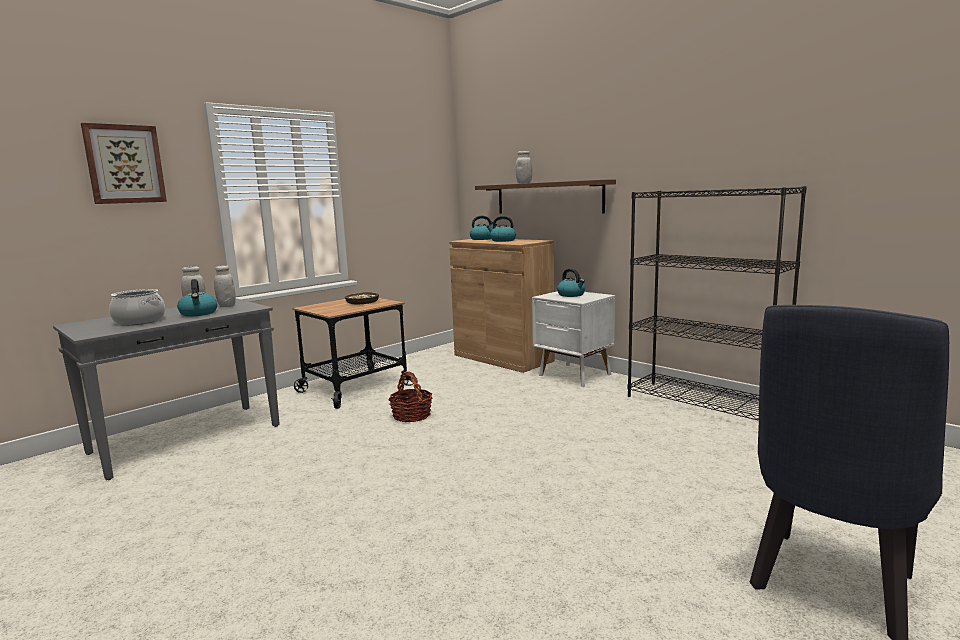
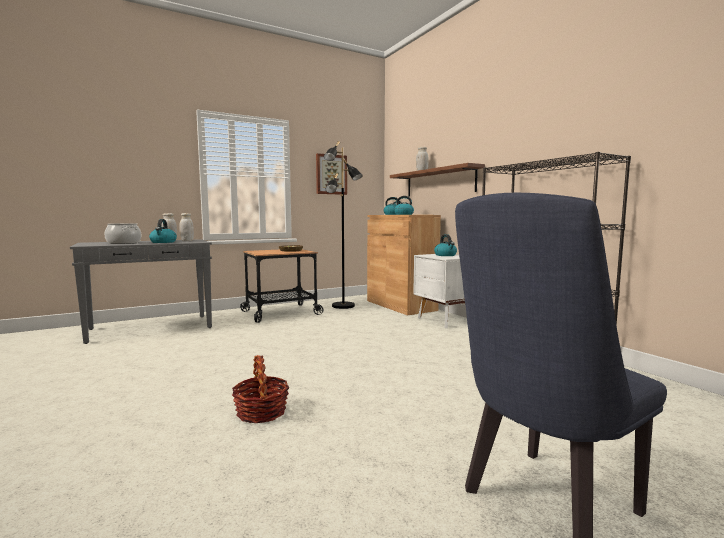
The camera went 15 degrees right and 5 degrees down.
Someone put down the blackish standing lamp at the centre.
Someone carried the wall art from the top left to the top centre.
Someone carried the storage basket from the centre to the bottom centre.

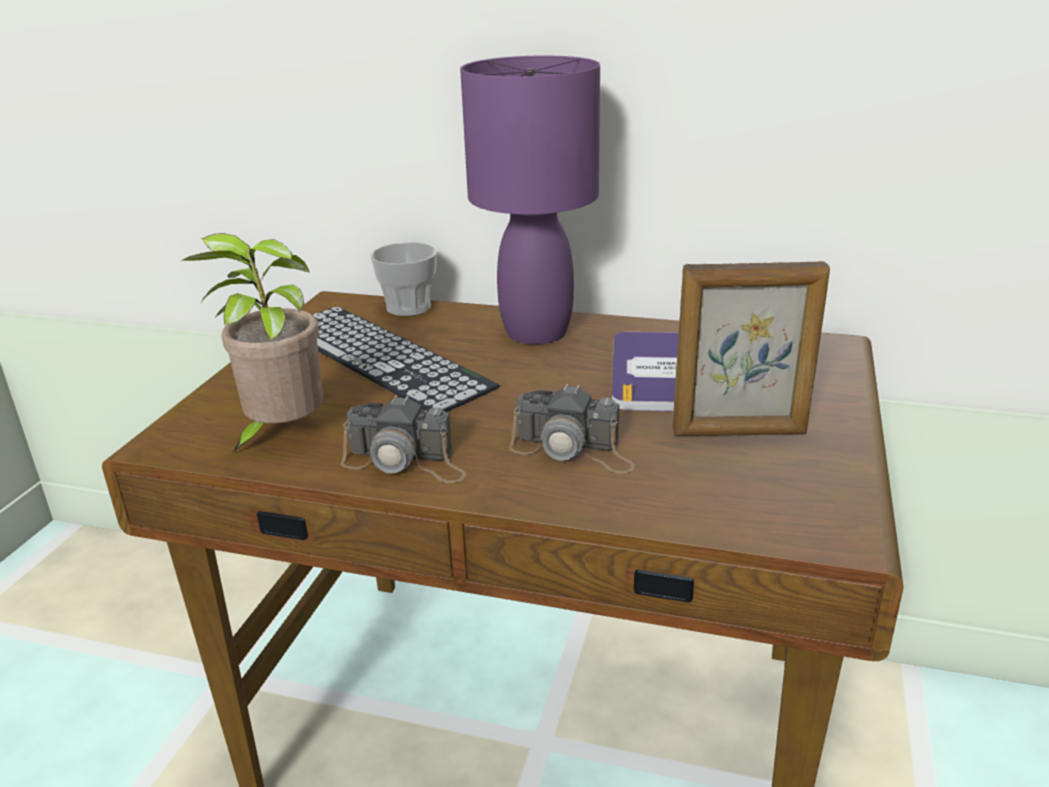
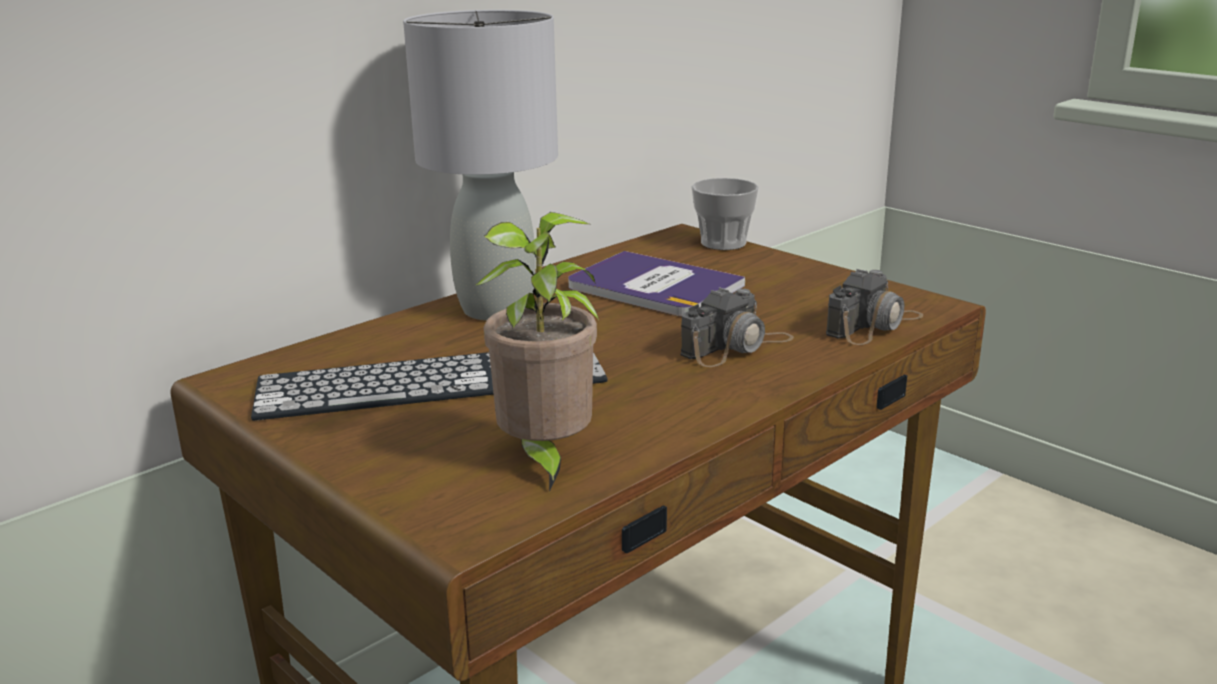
The camera went 60 degrees left and 5 degrees down.
Someone took away the picture frame at the middle right.
Someone carried the photo camera (no. 1 from left in the first image) from the centre to the middle right.
Someone carried the small cup from the centre to the top centre.
Someone repainted the purplish table lamp at the top centre, which became the grey table lamp at the top centre.

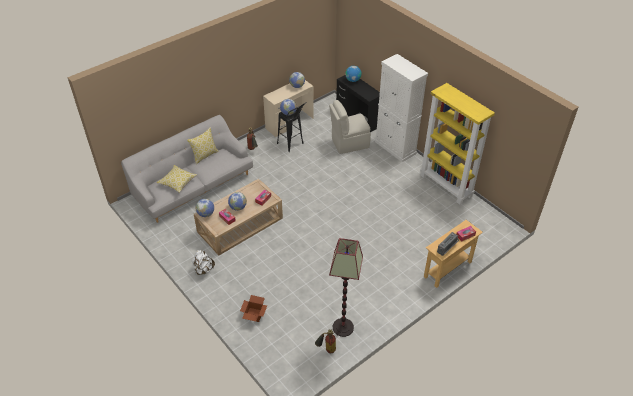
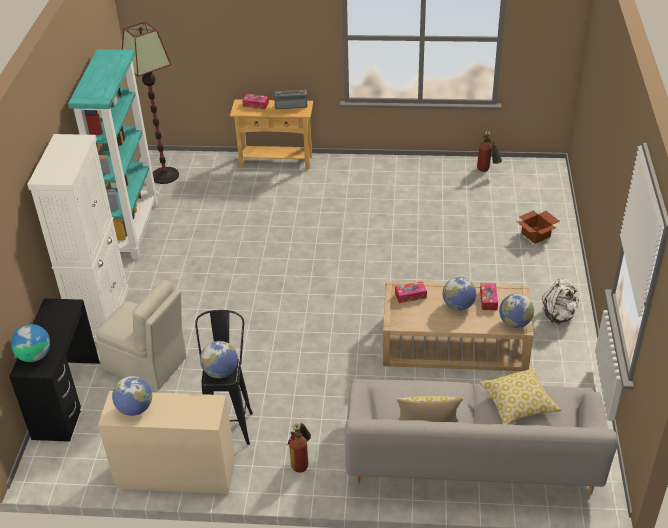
The camera went 135 degrees left and 5 degrees down.
Someone carried the standing lamp from the bottom centre to the top left.
Someone repainted the yellowish bookcase at the middle right, which became the turquoise-coloured bookcase at the top left.

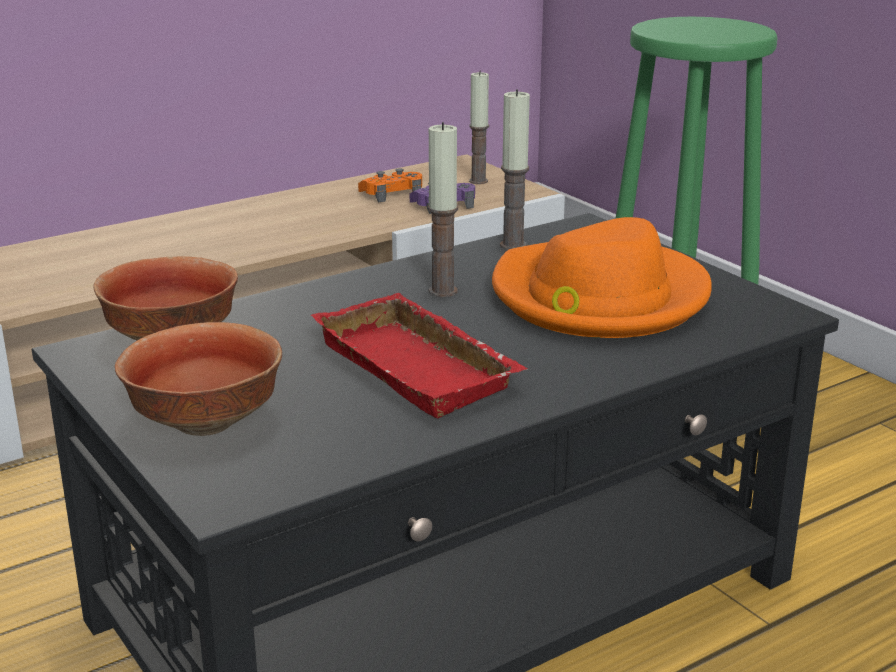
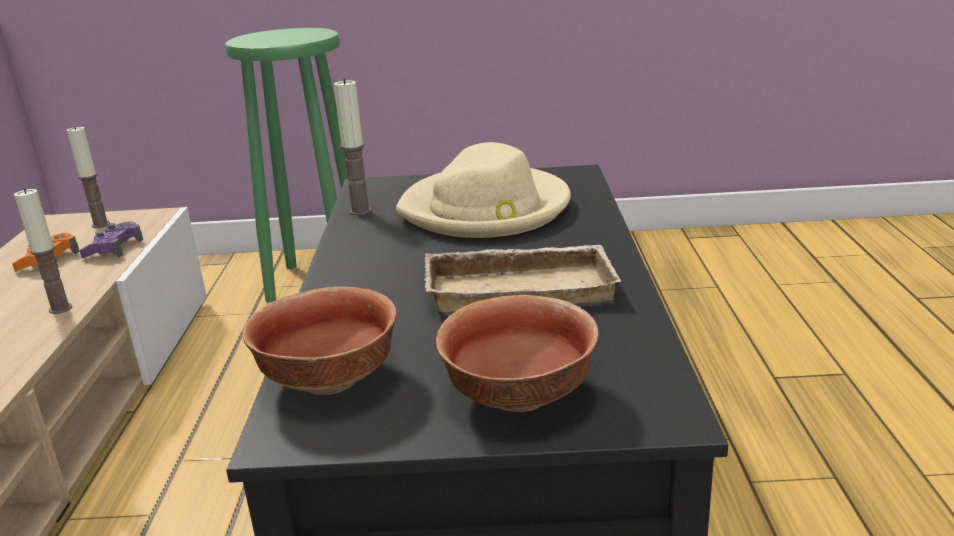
The camera went 55 degrees left and 0 degrees up.
Someone carried the wax candle (no. 1 from left) from the top centre to the middle left.
Someone repainted the red-coloured tray at the centre, which became the beige-coloured tray at the centre.
Someone repainted the orange hat at the middle right, which became the beige-coloured hat at the centre.

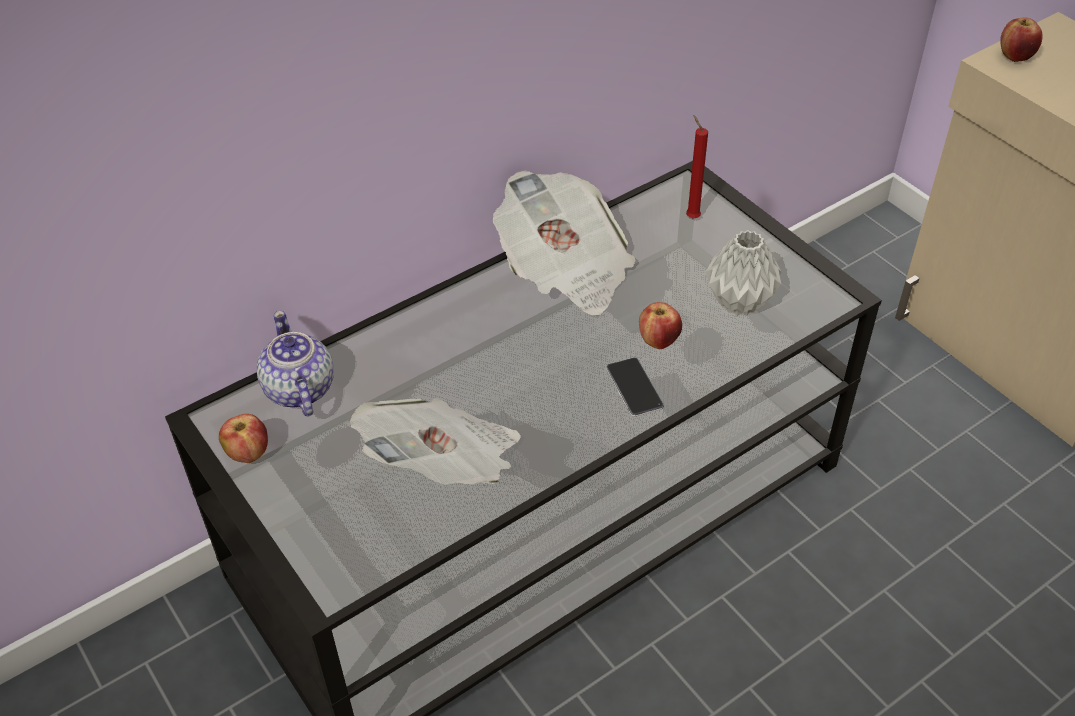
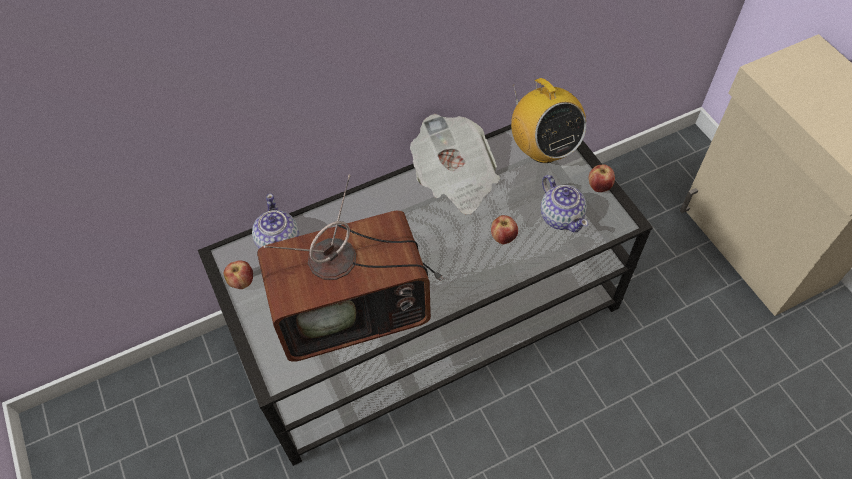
The camera went 10 degrees right and 10 degrees up.
Someone took away the telephone at the centre.
Someone carried the whole apple (no. 3 from left) from the top right to the middle right.
Someone swapped the daily paper (no. 1 from left) at the centre for the TV at the centre.
Someone swapped the red-coloured wax candle at the top centre for the radio at the top centre.
Someone swapped the grey flower vase at the middle right for the tea pot (no. 2 from left) at the centre.

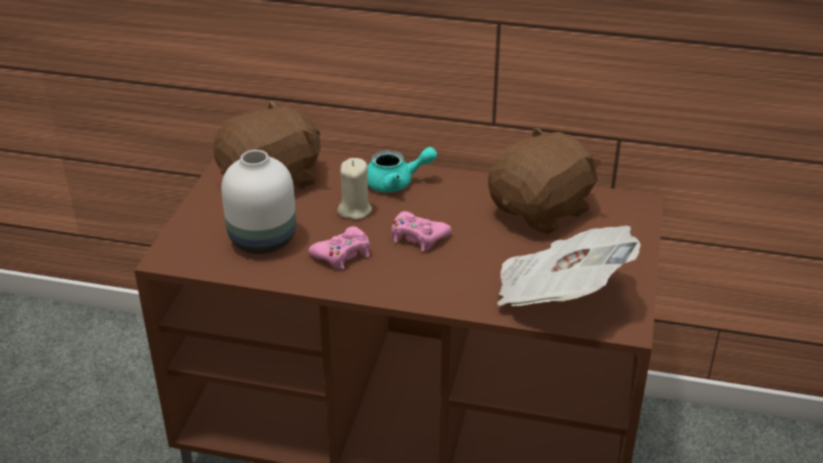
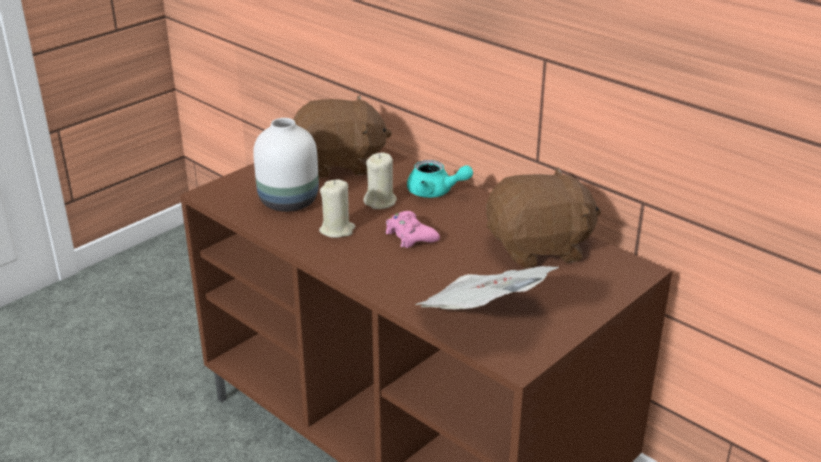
The camera went 30 degrees right and 5 degrees down.
Someone swapped the pink gamepad (no. 1 from left) at the centre for the beige-coloured wax candle (no. 1 from left) at the centre.

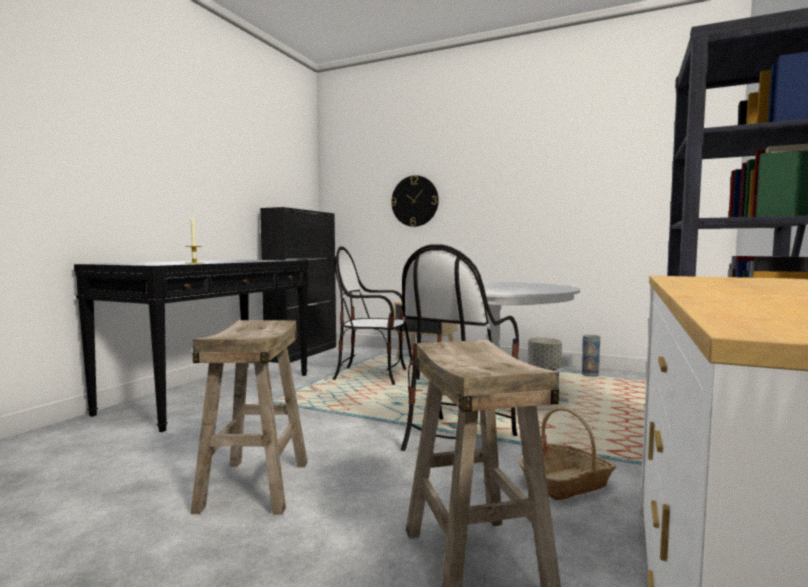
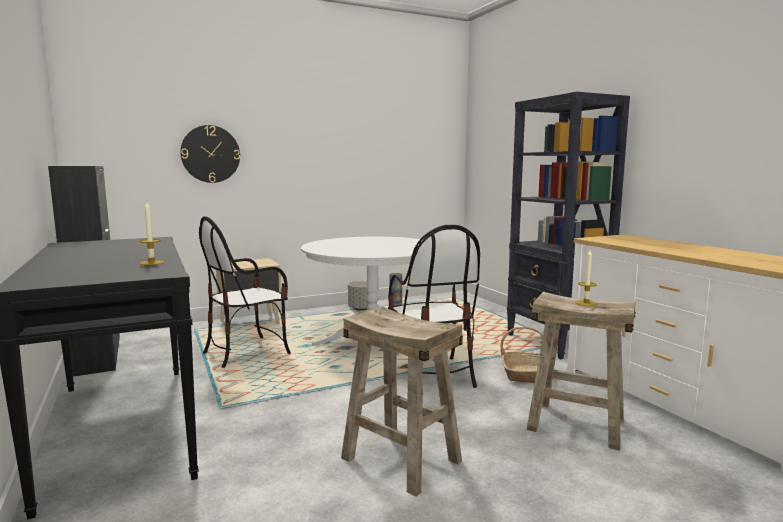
The camera went 50 degrees left and 5 degrees up.
Someone put down the wax candle (no. 2 from left) at the middle right.

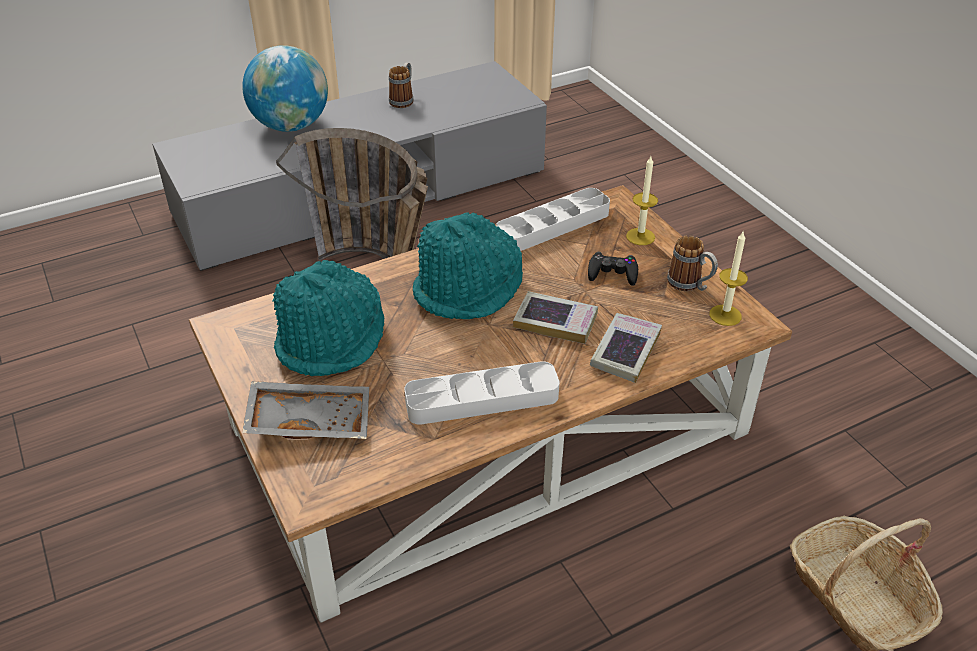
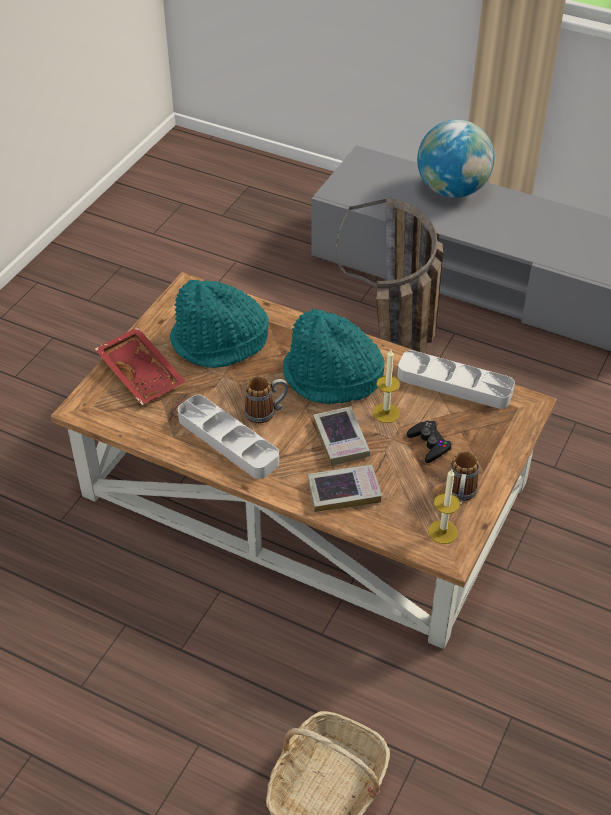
The camera went 55 degrees right and 5 degrees up.
Someone carried the mug (no. 1 from left) from the top centre to the centre.
Someone carried the wax candle (no. 1 from left) from the top centre to the centre.
Someone repainted the grey tray (no. 1 from left) at the middle left, which became the red-coloured tray at the middle left.

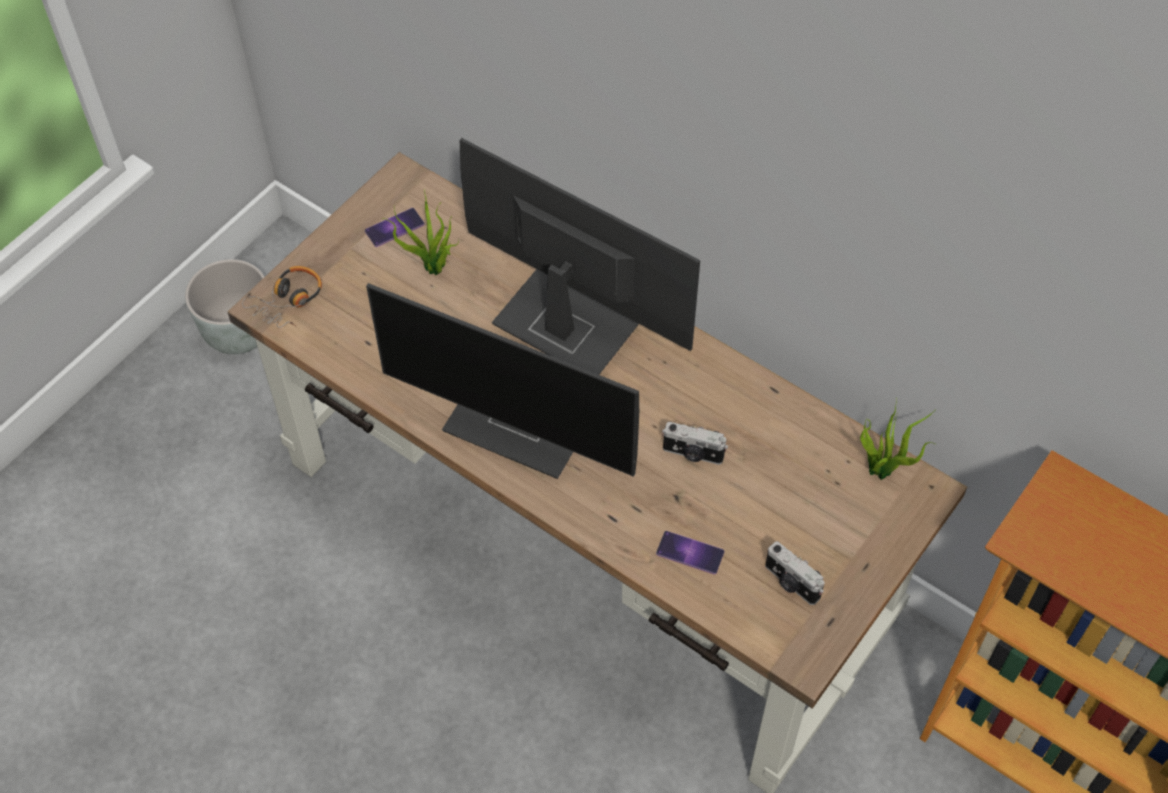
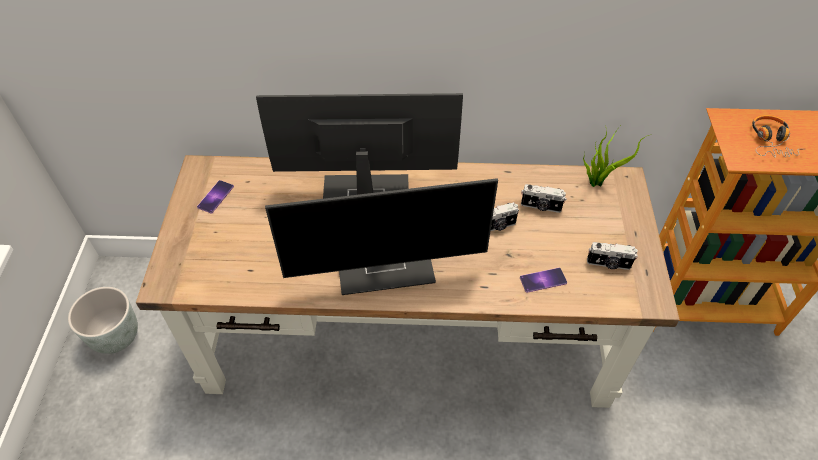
The camera went 35 degrees left and 5 degrees down.
Someone took away the houseplant (no. 1 from left) at the top centre.
Someone put down the photo camera (no. 2 from left) at the centre.
Someone carried the headphones from the middle left to the top right.

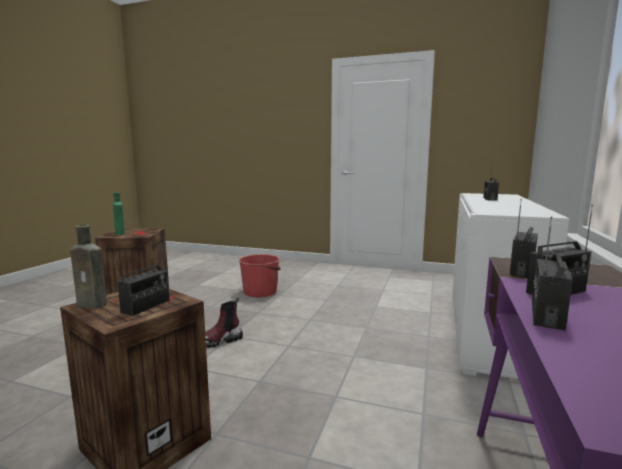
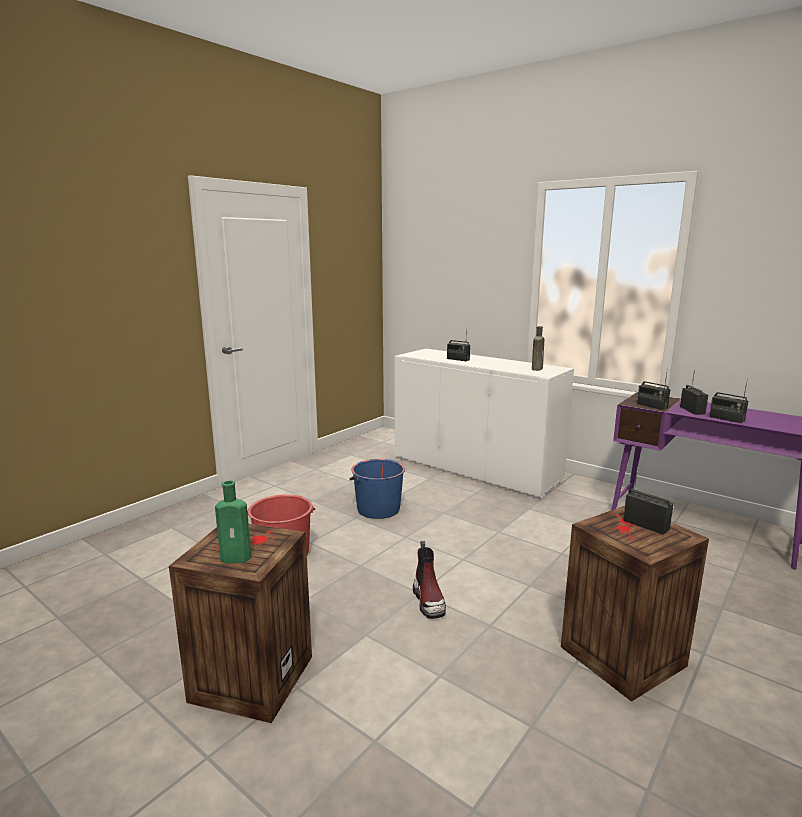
The camera went 70 degrees left and 5 degrees up.
Someone put down the blue bucket at the centre.
Someone carried the brown-coloured beverage bottle from the middle left to the middle right.

